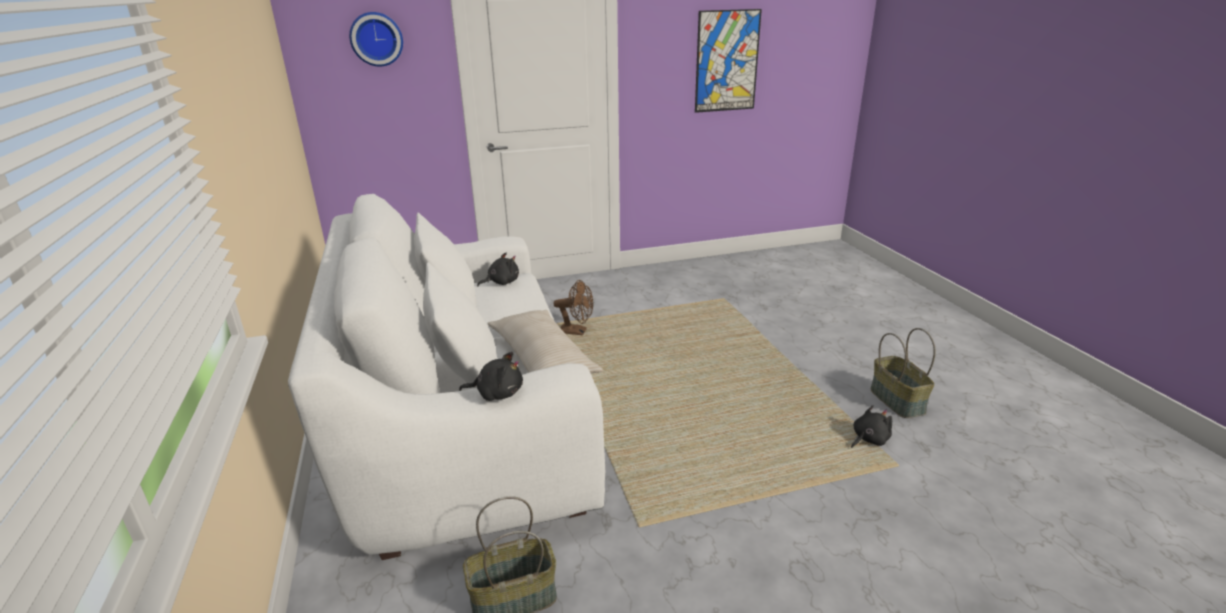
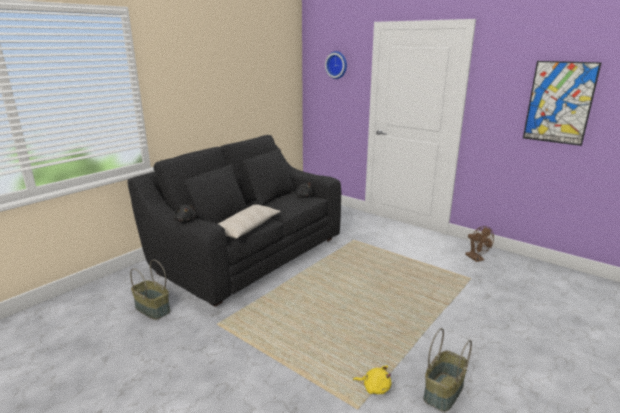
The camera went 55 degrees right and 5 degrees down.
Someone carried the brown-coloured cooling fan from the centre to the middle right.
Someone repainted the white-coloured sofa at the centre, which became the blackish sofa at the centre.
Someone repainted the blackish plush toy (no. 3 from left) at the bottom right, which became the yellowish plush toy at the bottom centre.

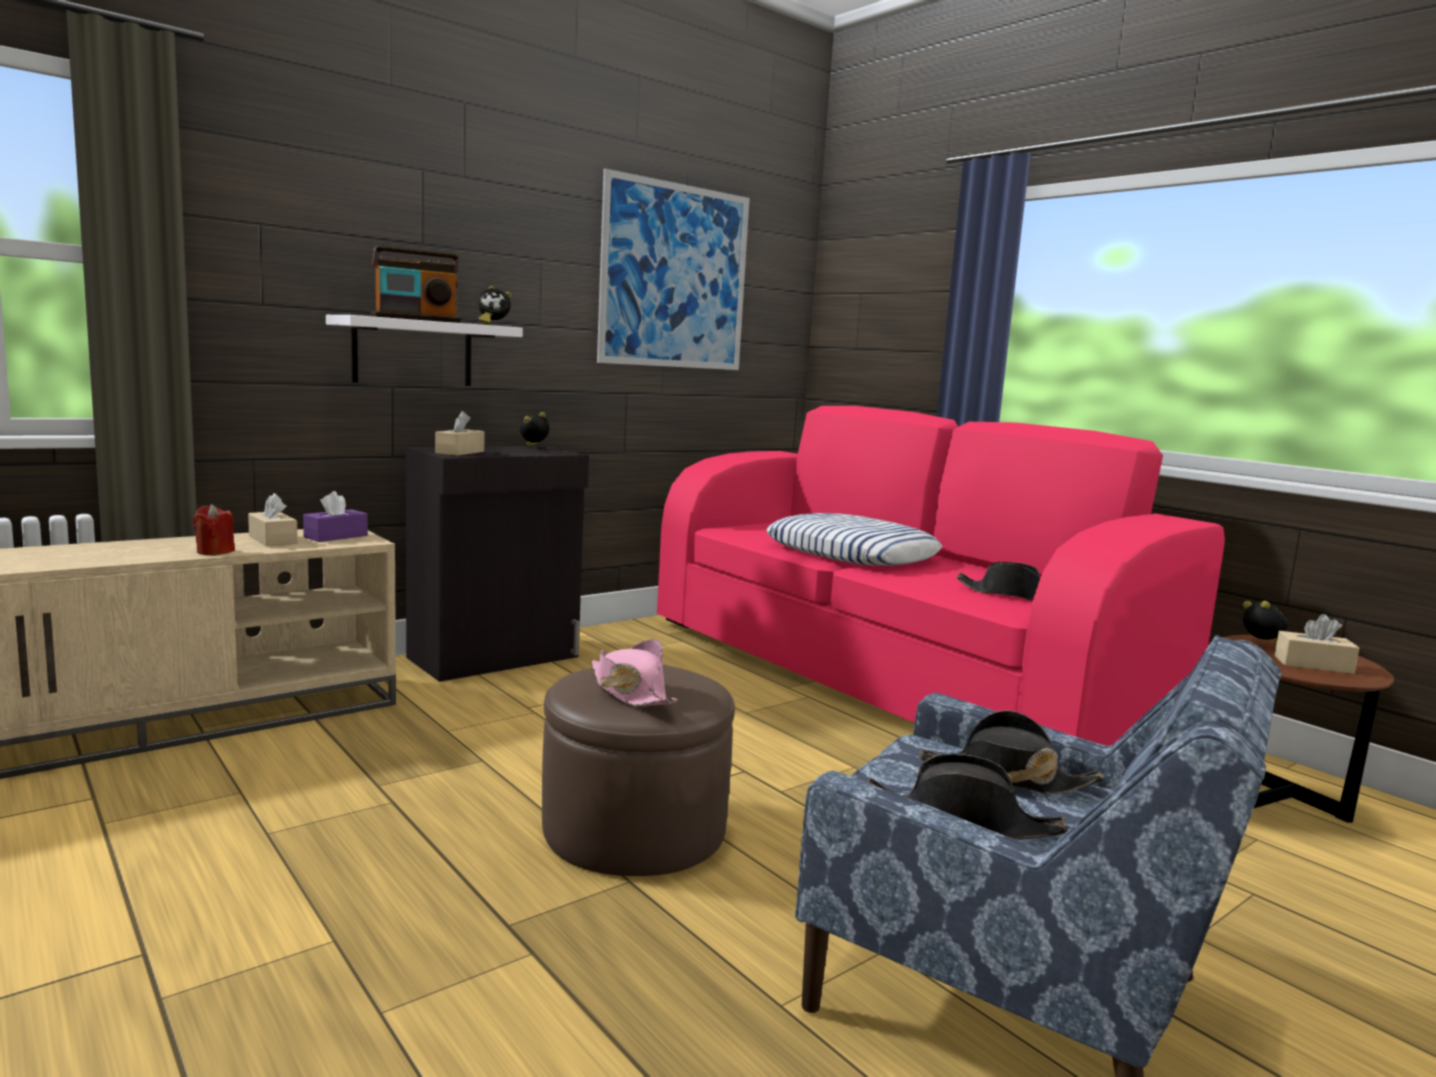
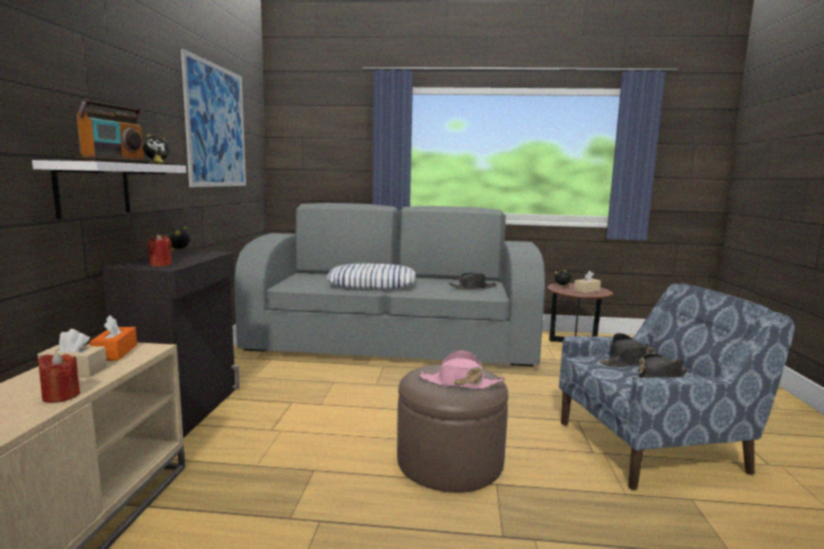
The camera went 45 degrees left and 0 degrees up.
Someone swapped the beige-coloured box of tissues (no. 2 from left) at the middle left for the red-coloured wax candle (no. 2 from left) at the middle left.
Someone repainted the purplish box of tissues at the middle left, which became the orange box of tissues at the middle left.
Someone repainted the pink sofa at the centre, which became the grey sofa at the centre.

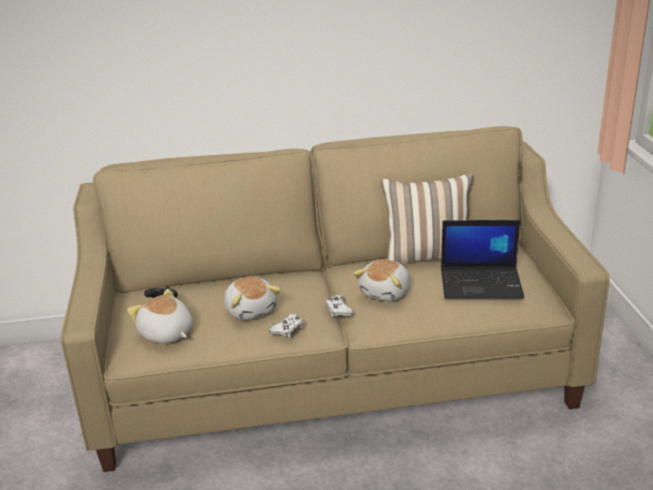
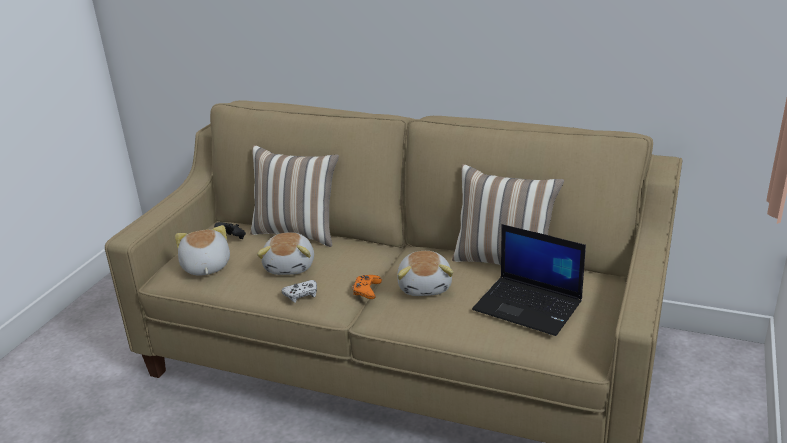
The camera went 30 degrees right and 0 degrees up.
Someone put down the throw pillow (no. 1 from left) at the centre.
Someone repainted the white-coloured gamepad (no. 2 from left) at the centre, which became the orange gamepad at the centre.
Someone rotated the plush toy (no. 3 from left) at the centre by 60 degrees counterclockwise.

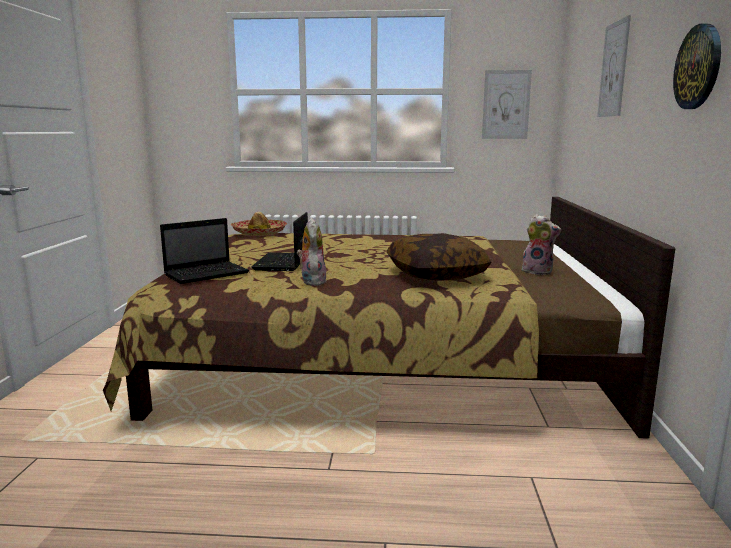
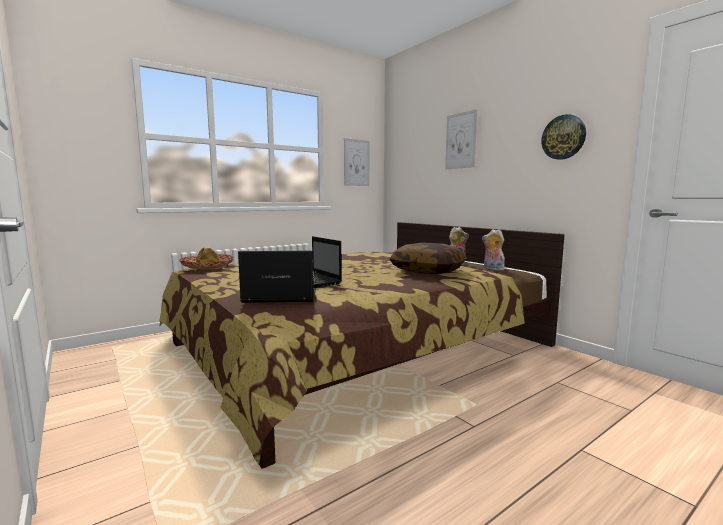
The camera went 40 degrees left and 5 degrees down.
Someone carried the plush toy (no. 1 from left in the first image) from the centre to the middle right.
Someone rotated the notebook computer (no. 1 from left) at the middle left by 105 degrees counterclockwise.

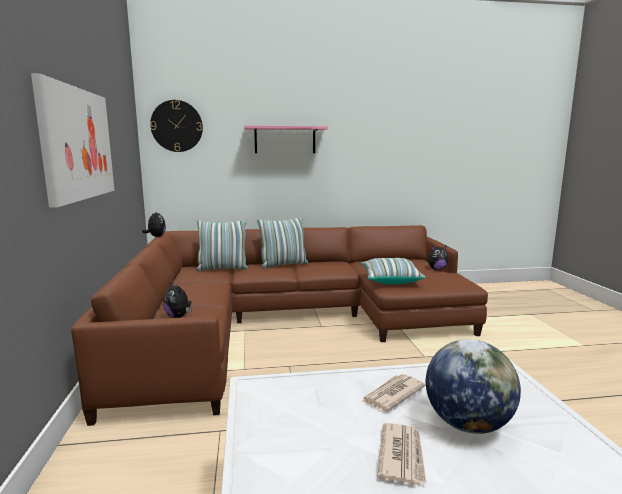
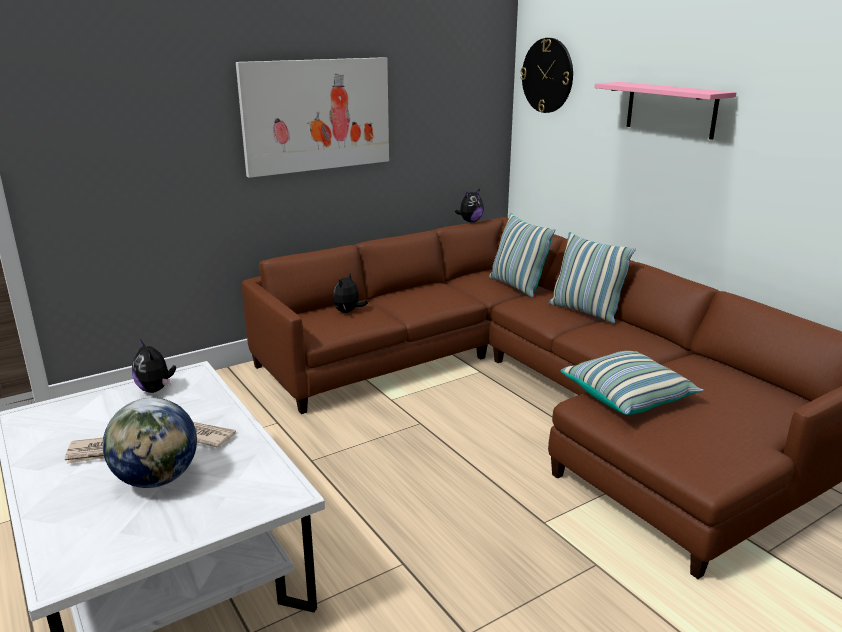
The camera went 65 degrees right and 10 degrees up.
Someone carried the plush toy (no. 3 from left in the first image) from the middle right to the middle left.

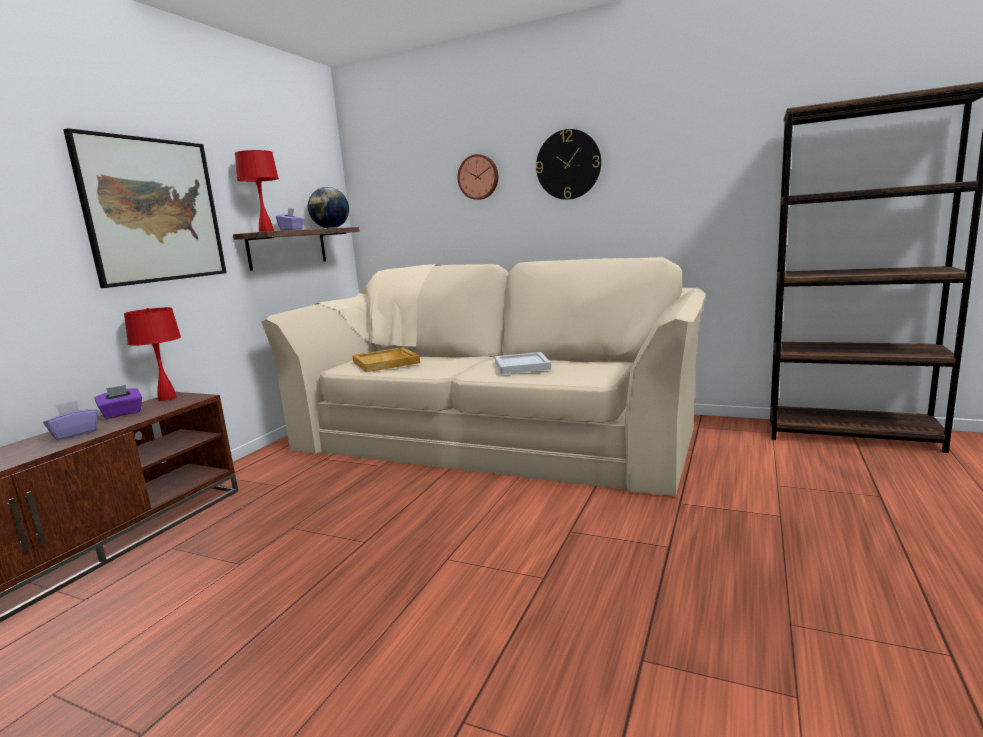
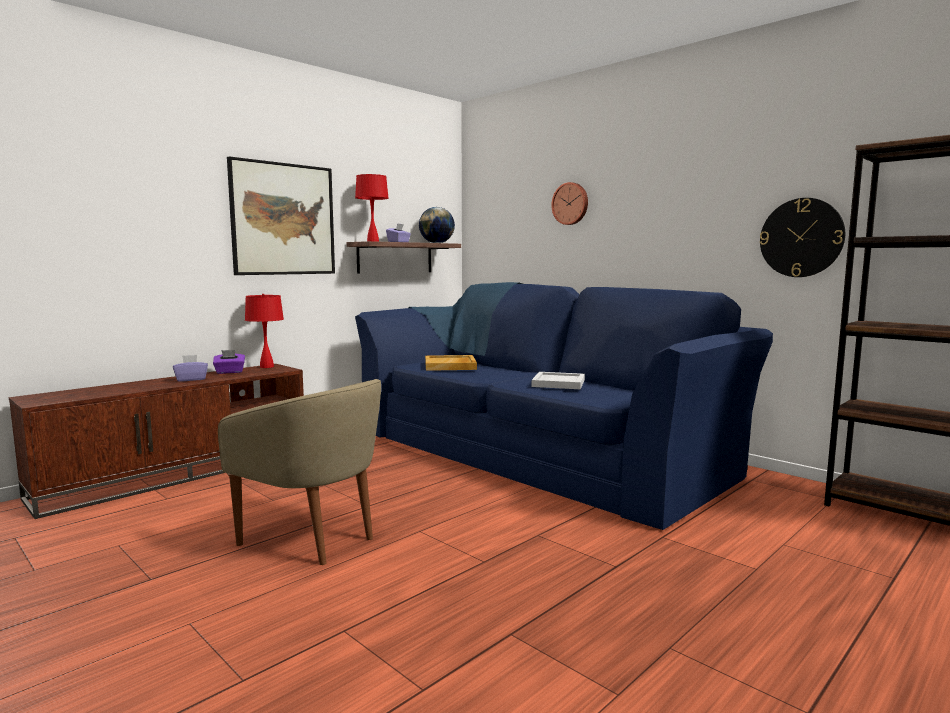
The camera went 20 degrees right and 5 degrees down.
Someone put down the beige-coloured lounge chair at the middle left.
Someone carried the wall clock (no. 2 from left) from the top centre to the top right.
Someone repainted the beige-coloured sofa at the centre, which became the blue sofa at the centre.

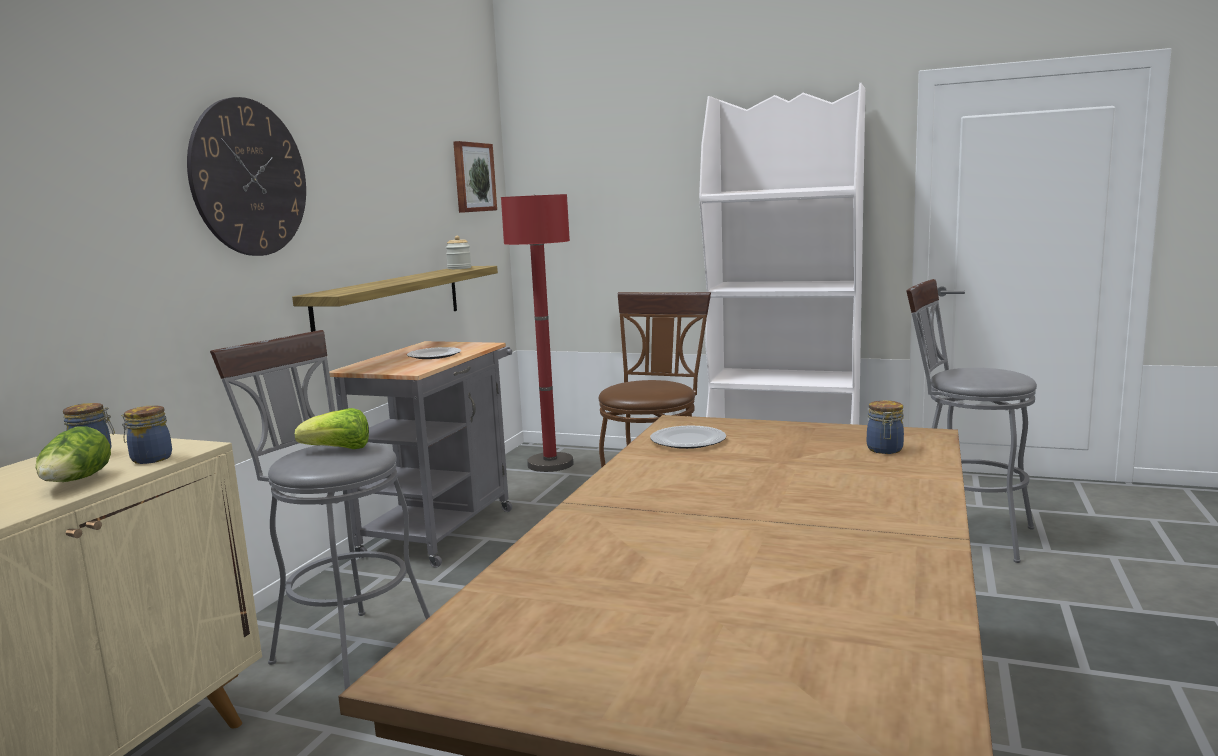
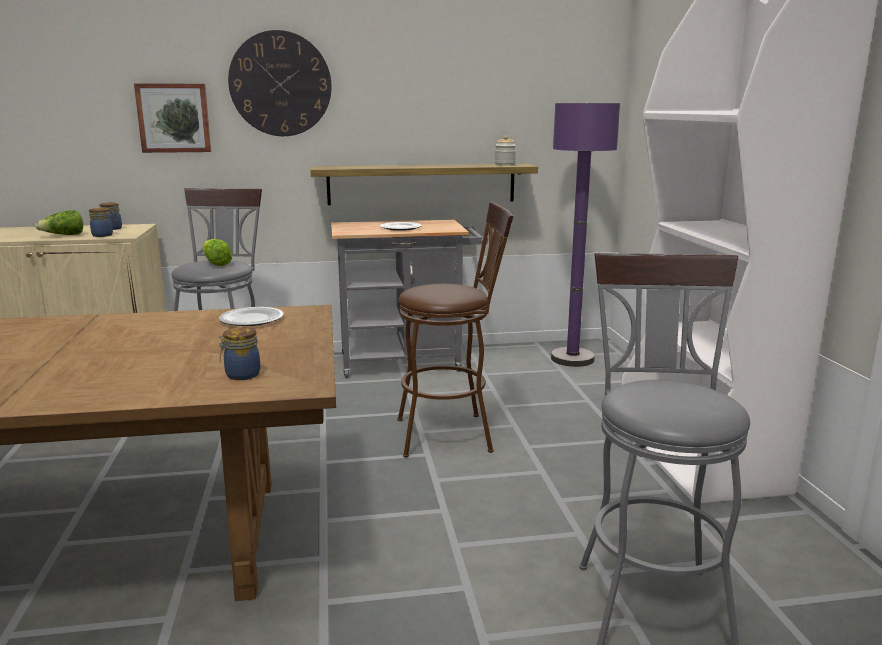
The camera went 60 degrees right and 5 degrees up.
Someone carried the wall art from the top centre to the top left.
Someone repainted the red-coloured standing lamp at the centre, which became the purplish standing lamp at the centre.

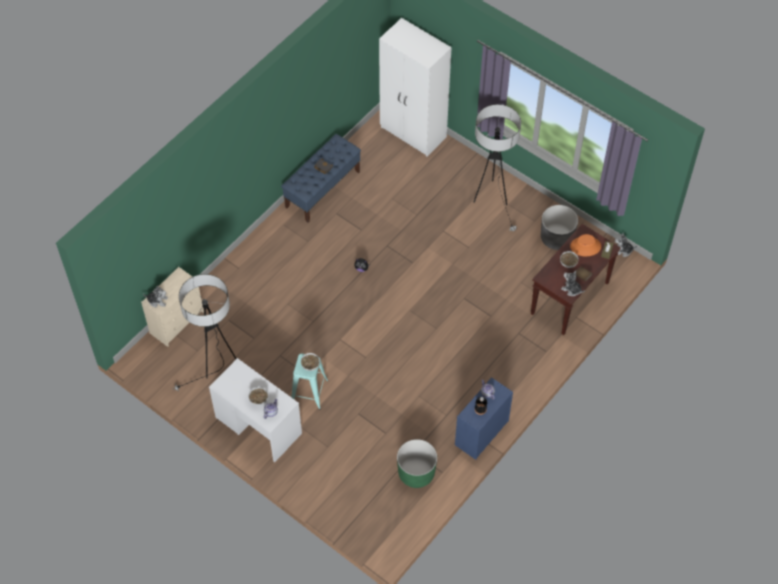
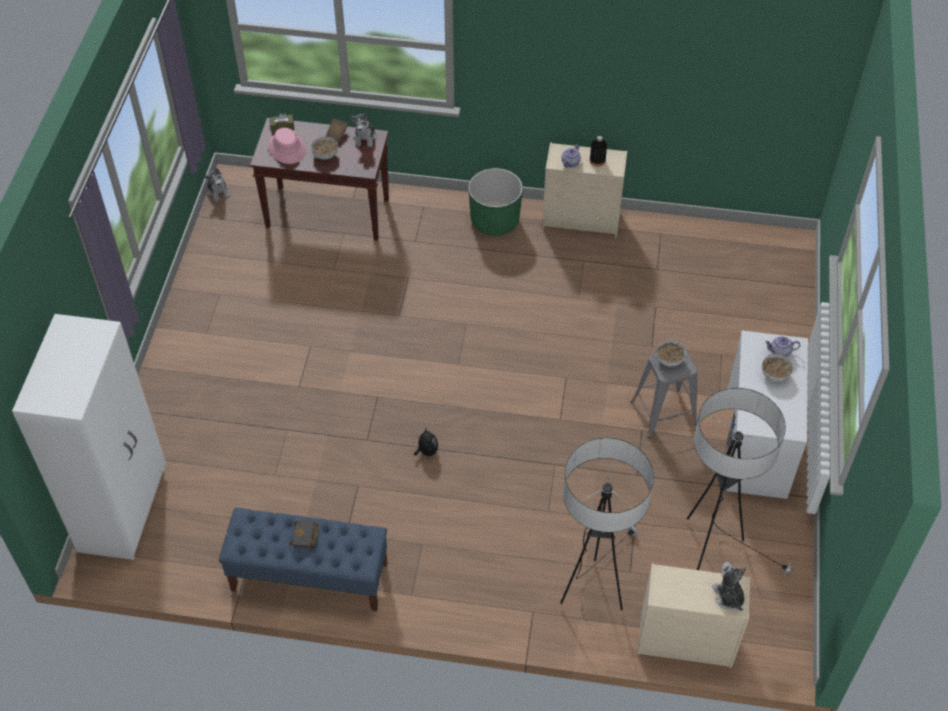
The camera went 120 degrees left and 5 degrees down.
Someone took away the grey flower pot at the middle right.
Someone carried the greenish flower pot from the bottom centre to the top centre.
Someone carried the standing lamp (no. 2 from left in the first image) from the top centre to the bottom centre.
Someone repainted the turquoise-coloured stool seat at the centre, which became the grey stool seat at the middle right.
Someone repainted the blue dresser at the bottom centre, which became the beige-coloured dresser (no. 1 from left) at the top centre.
Someone repainted the orange hat at the middle right, which became the pink hat at the top left.

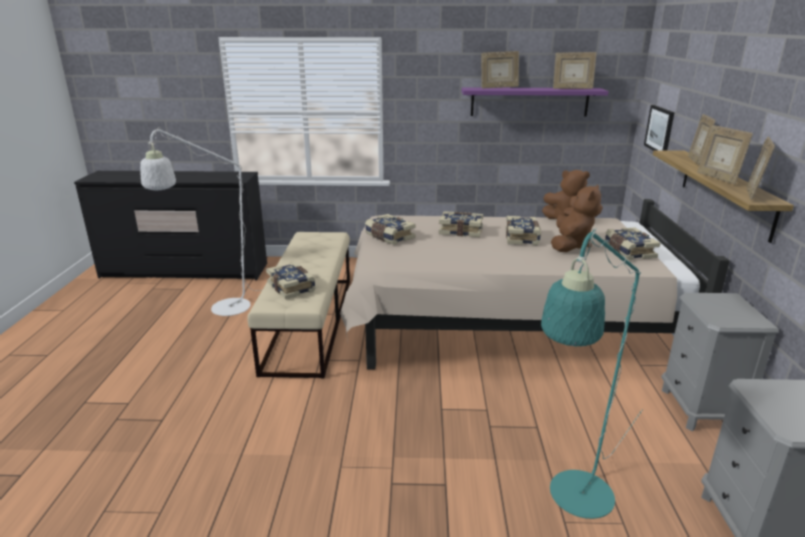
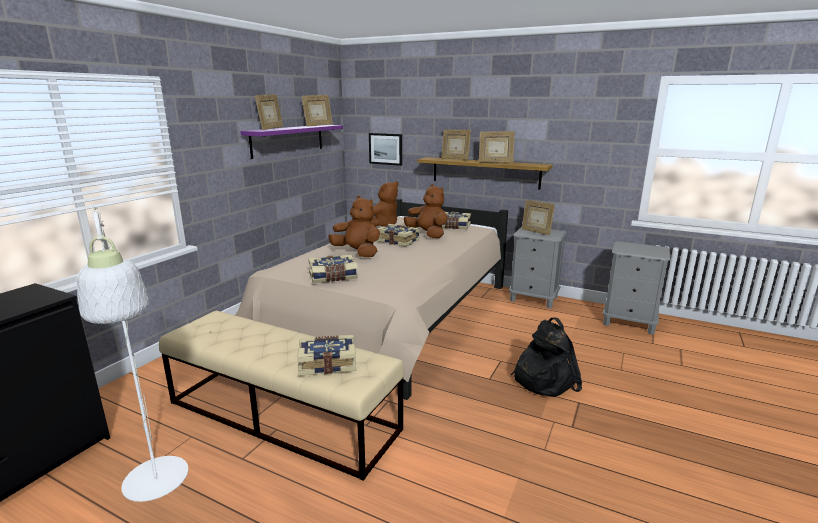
The camera went 65 degrees left and 5 degrees down.
Someone took away the turquoise-coloured standing lamp at the bottom right.
Someone put down the blackish rucksack at the bottom right.
Someone carried the picture frame (no. 5 from left) from the top right to the centre.
Someone swapped the bound book (no. 3 from left) at the centre for the brown-coloured plush toy (no. 1 from left) at the centre.

